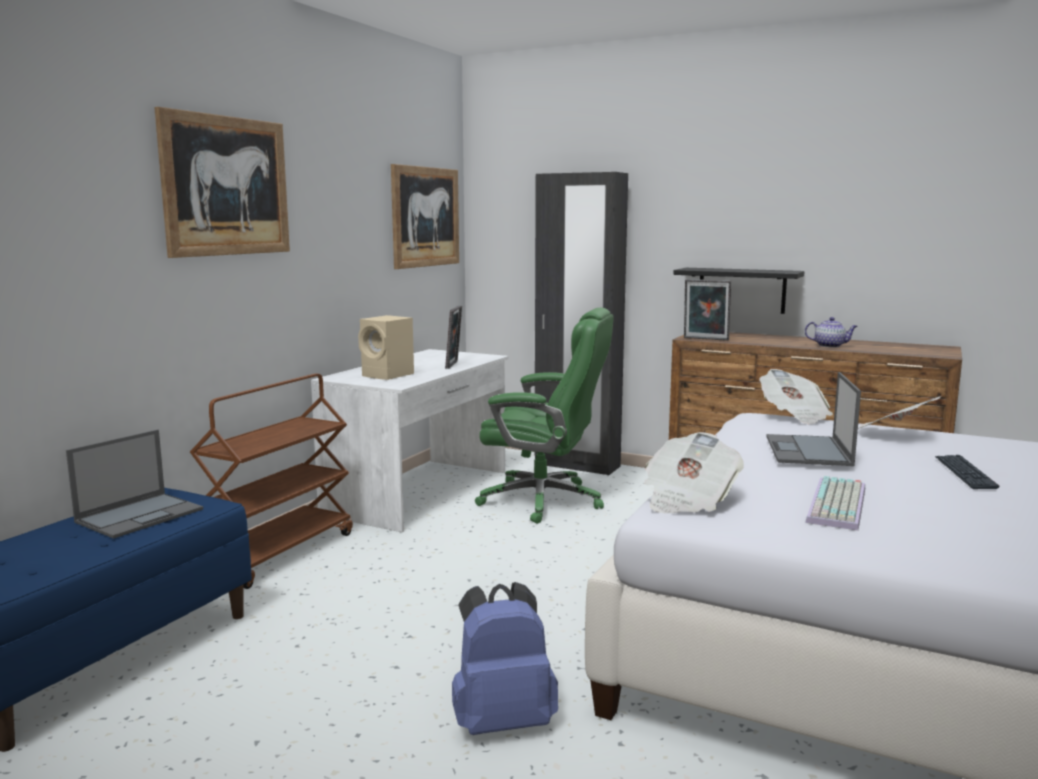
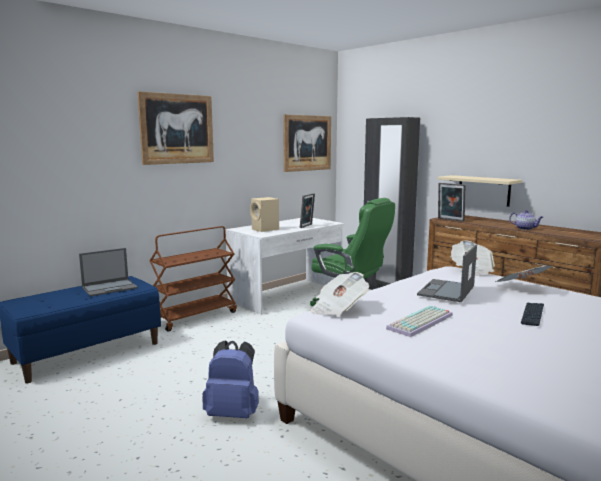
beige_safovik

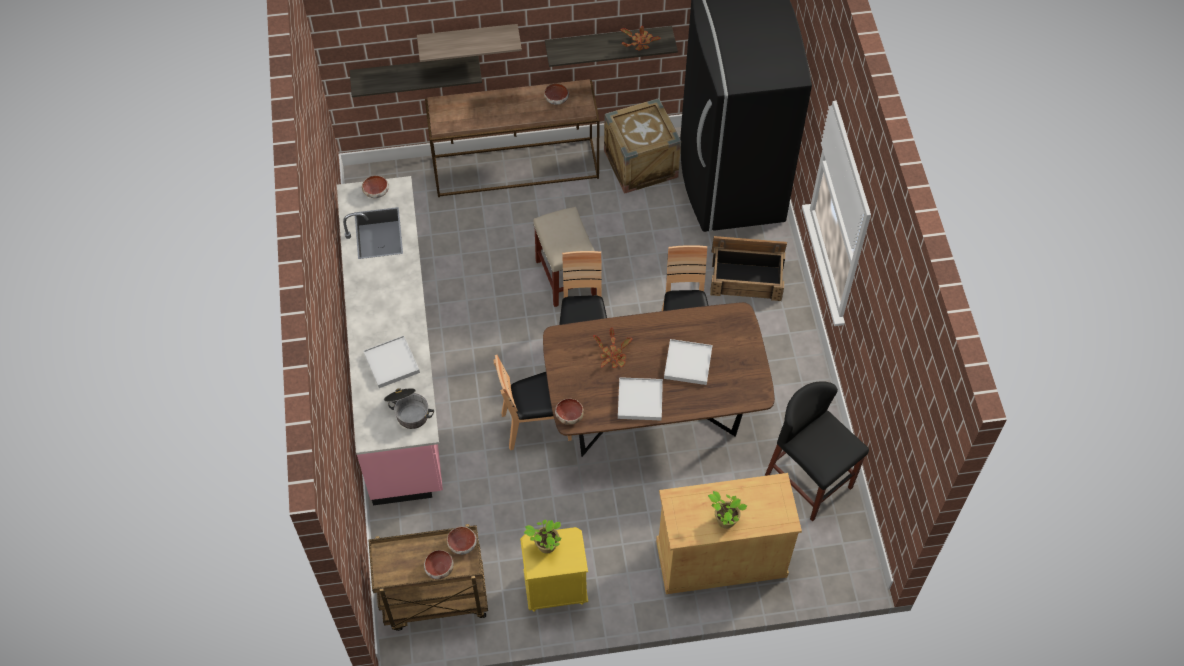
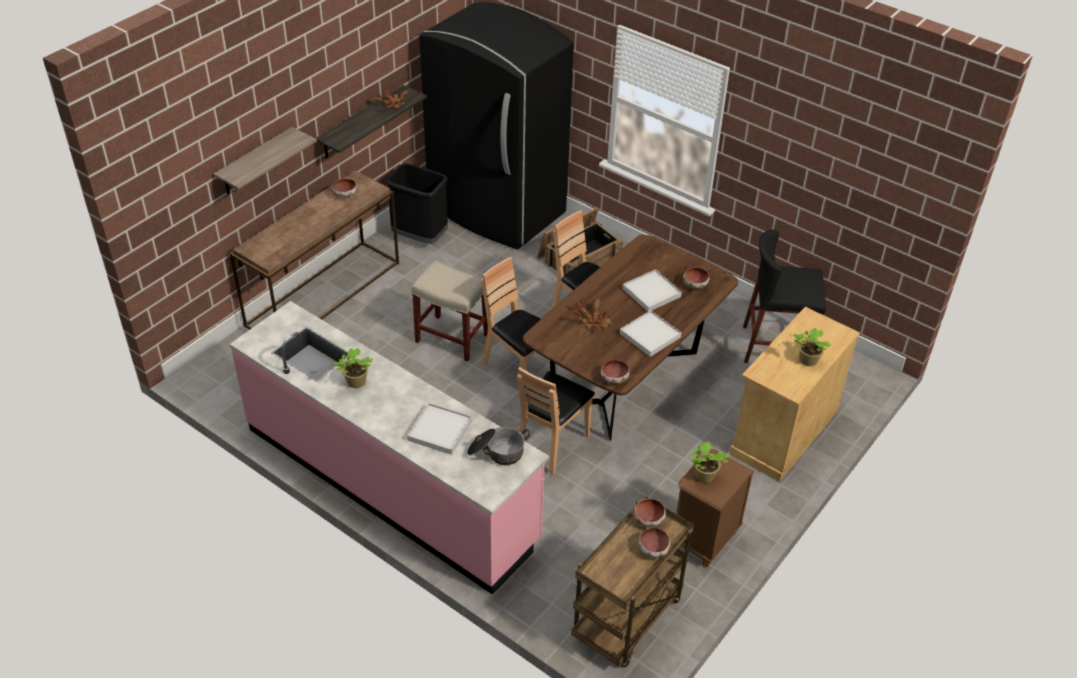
safovik (1st from left in the first image); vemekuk (5th from left); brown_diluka; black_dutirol; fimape (1st from left)

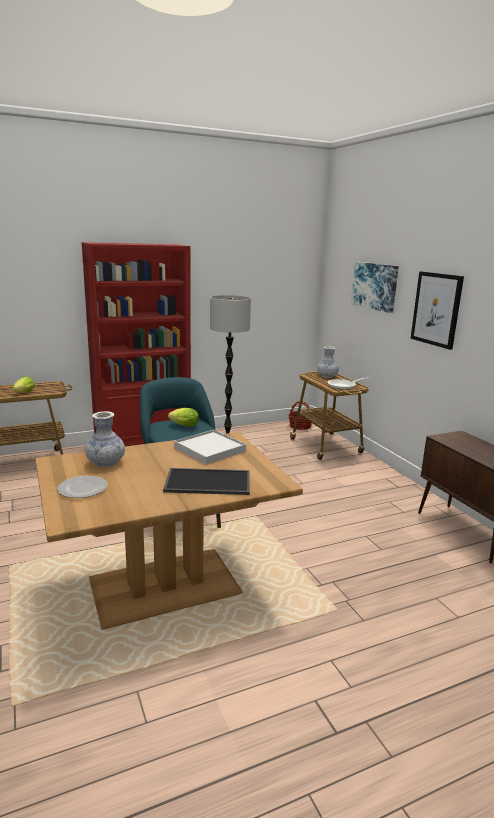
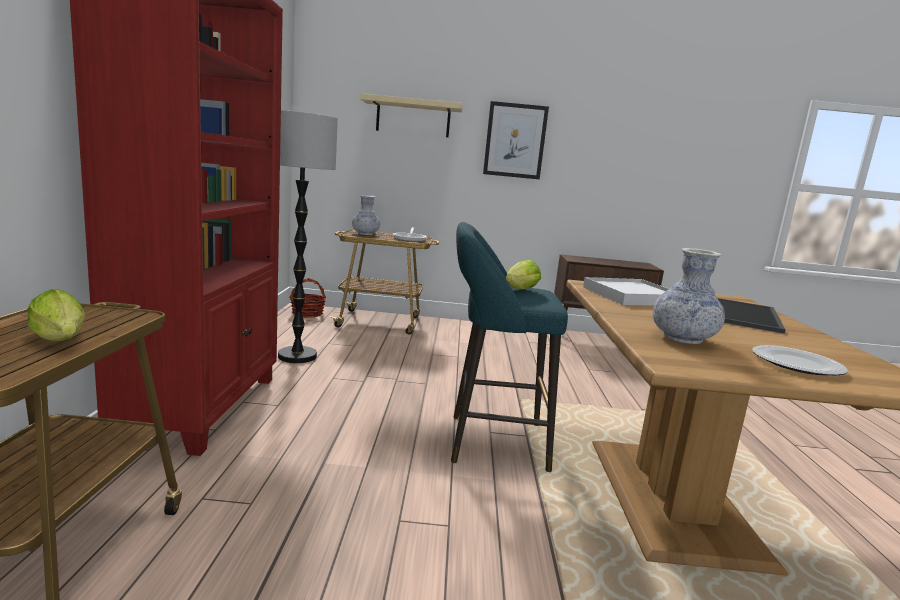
beige_safovik

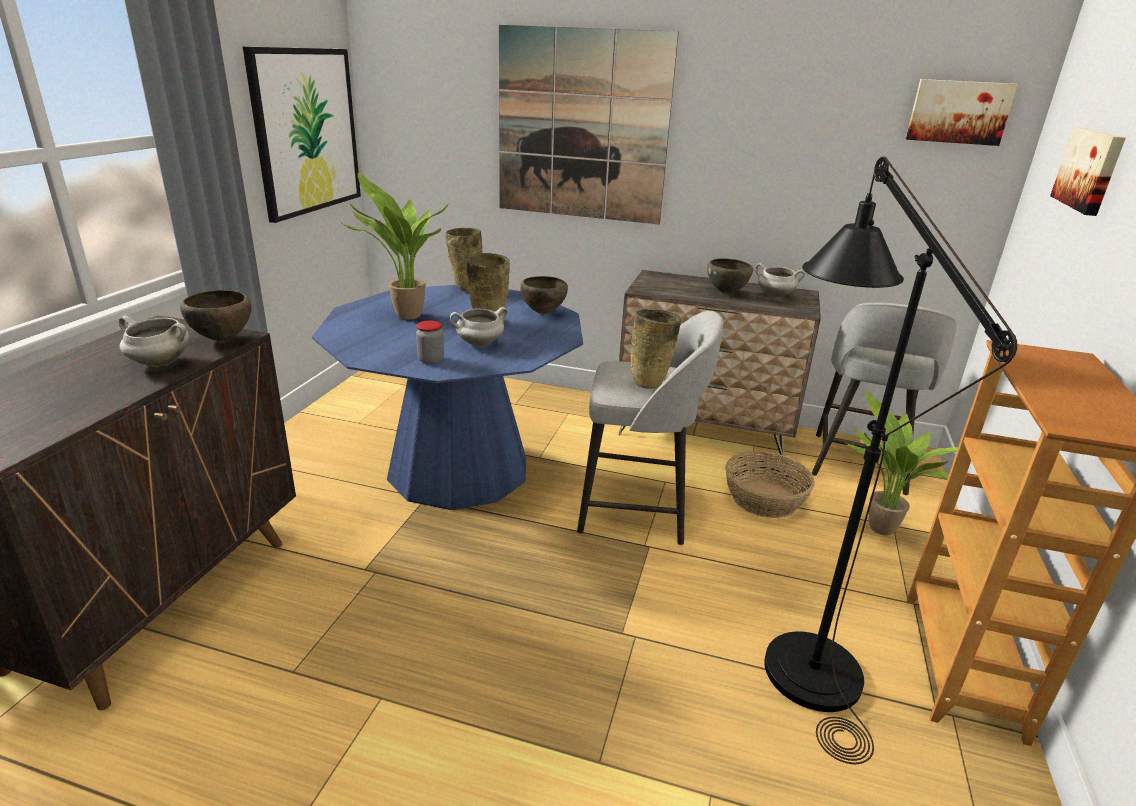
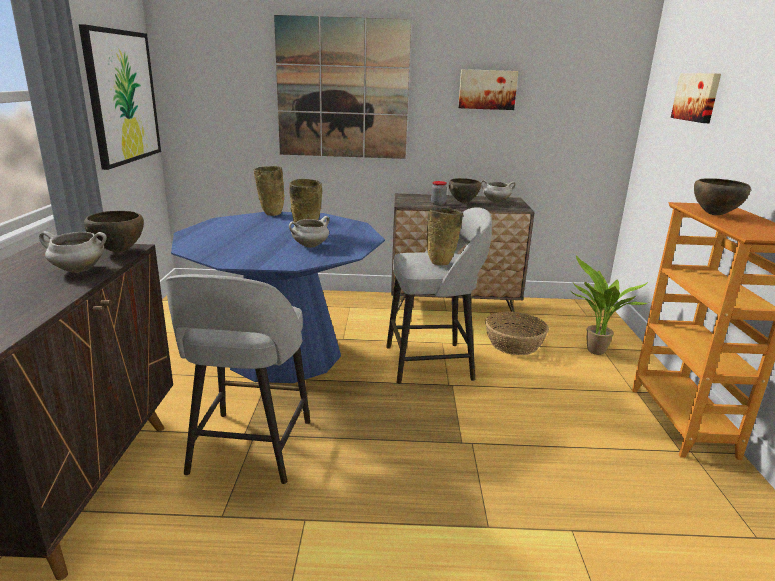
fimape (1st from left in the first image); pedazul; brown_vemekuk (3rd from left); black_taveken; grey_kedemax (1st from left); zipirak (3rd from left)

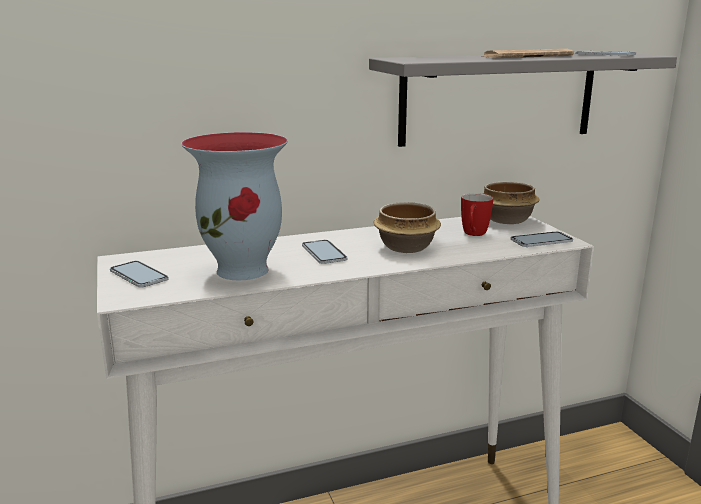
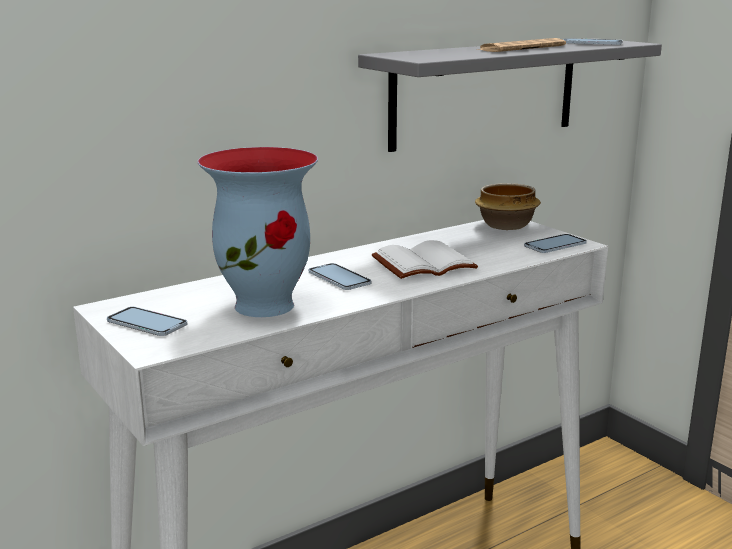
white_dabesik; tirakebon

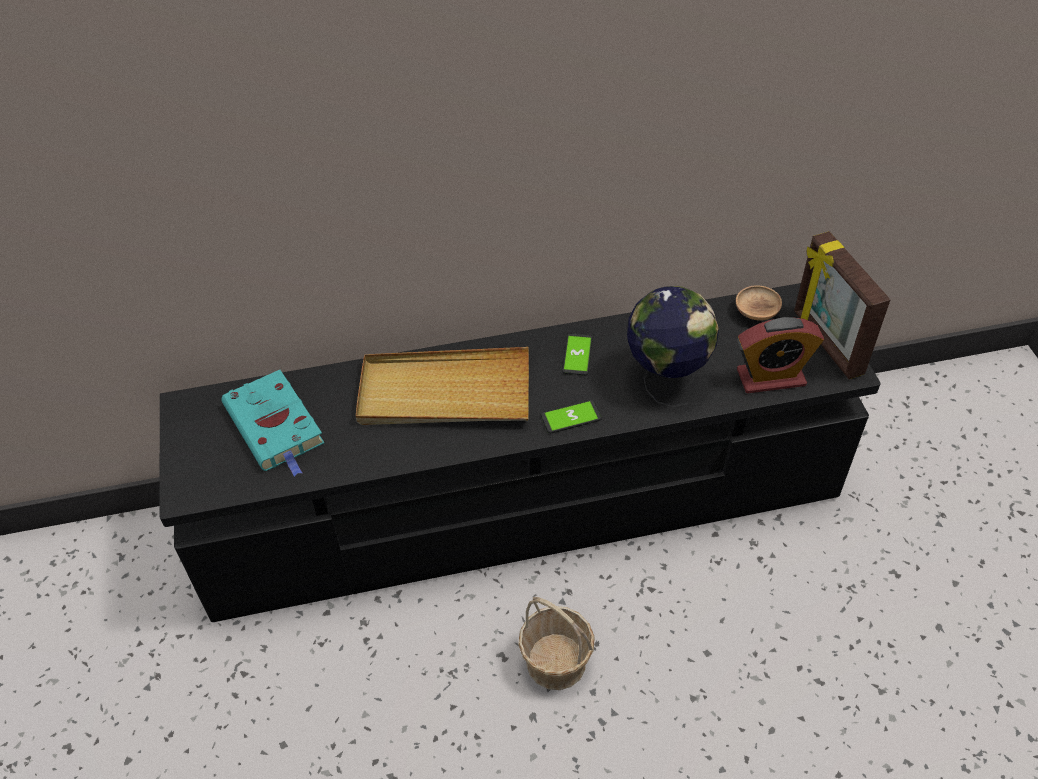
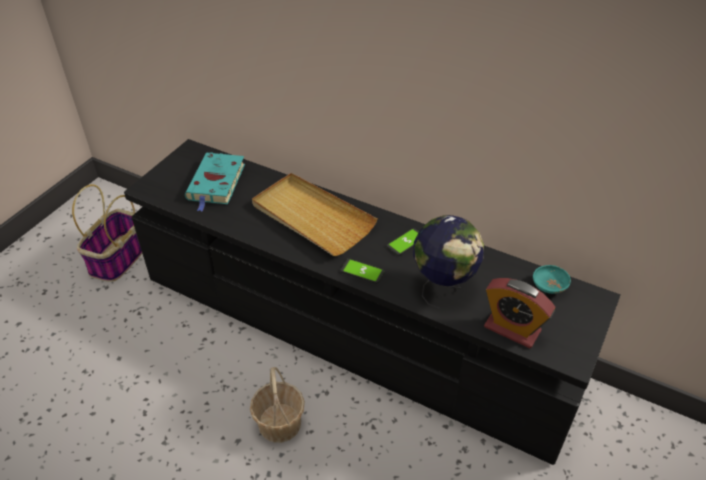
turquoise_vemekuk; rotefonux; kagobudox (1st from left)

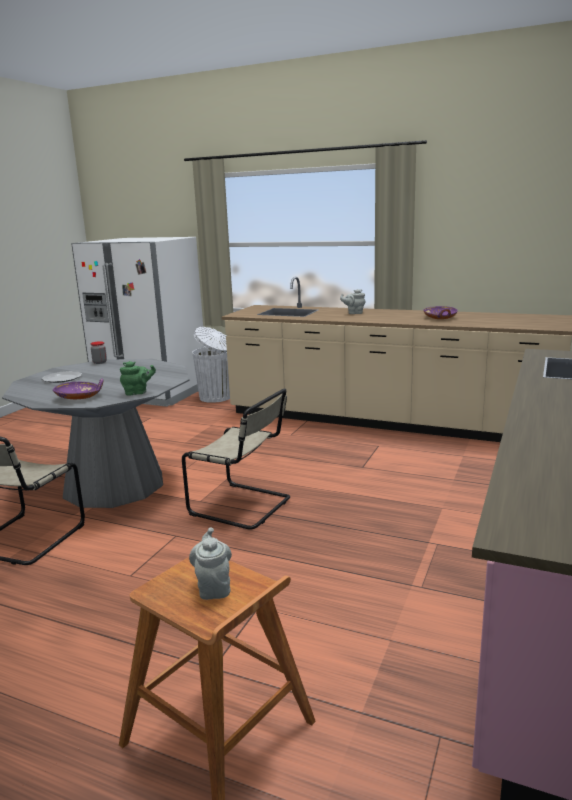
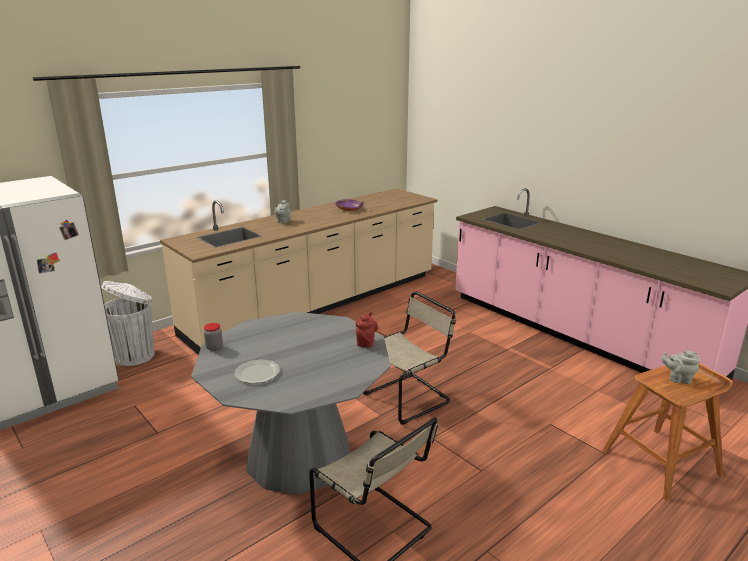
purple_vemekuk (1st from left in the first image); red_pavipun

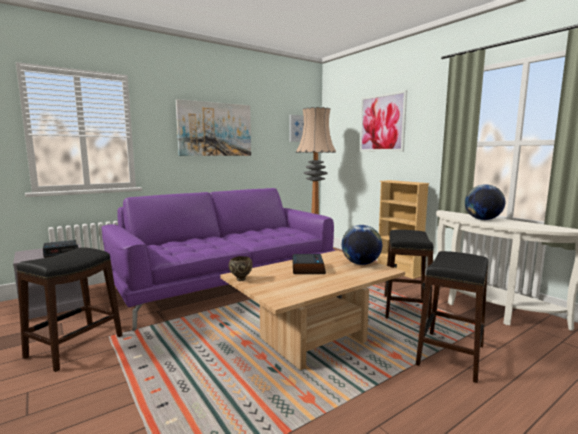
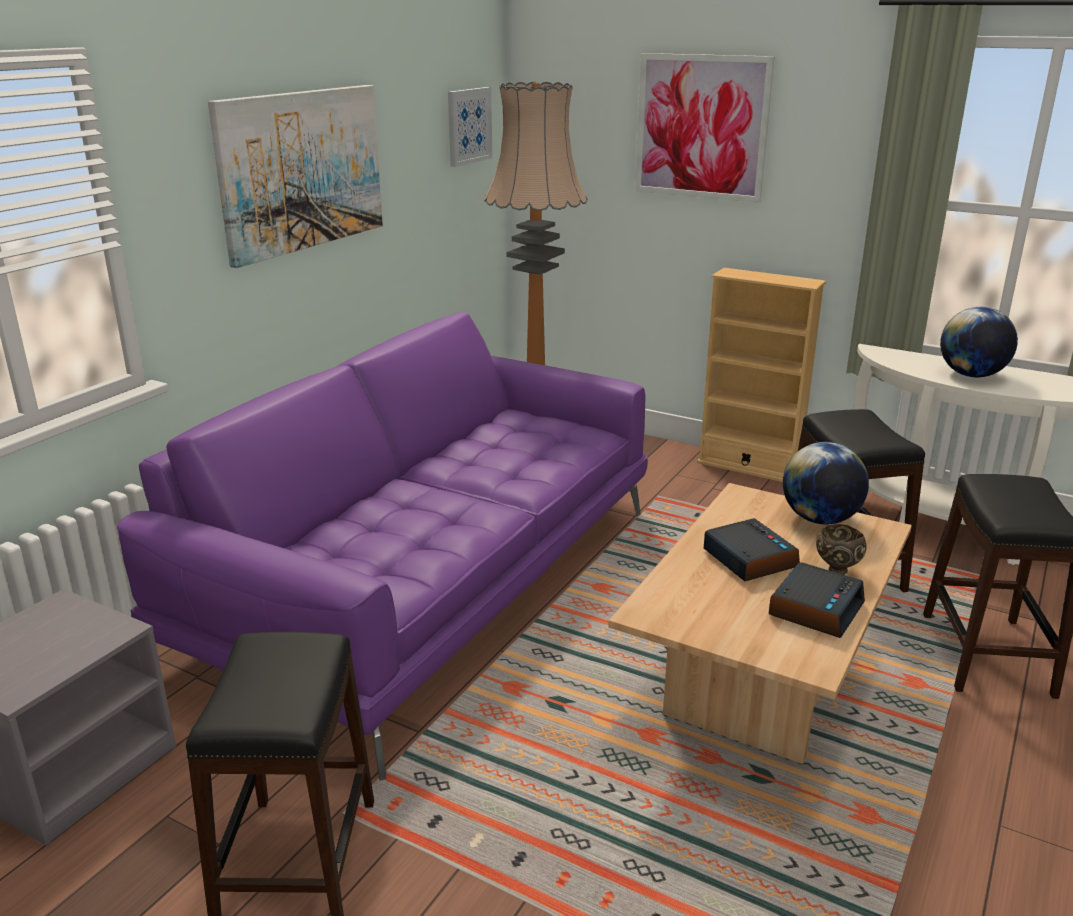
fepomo (2nd from left); brown_vemekuk

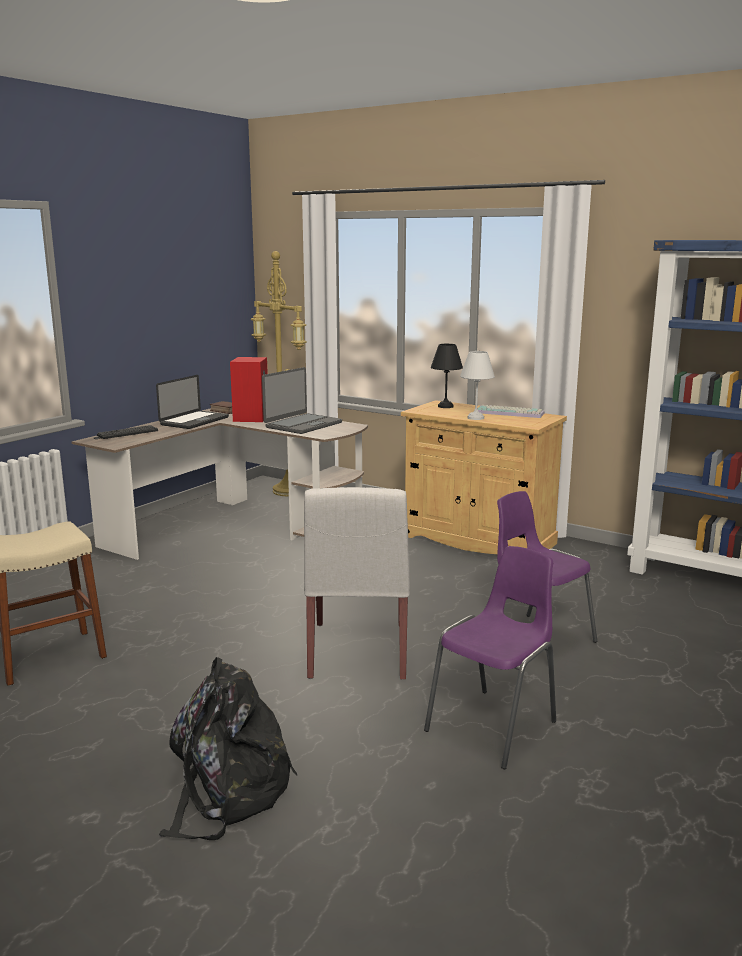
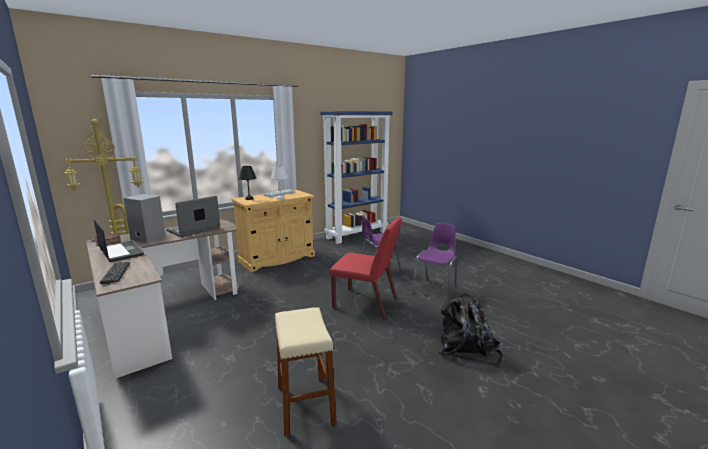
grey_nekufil; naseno (2nd from left); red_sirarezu; purple_sirarezu (2nd from left)

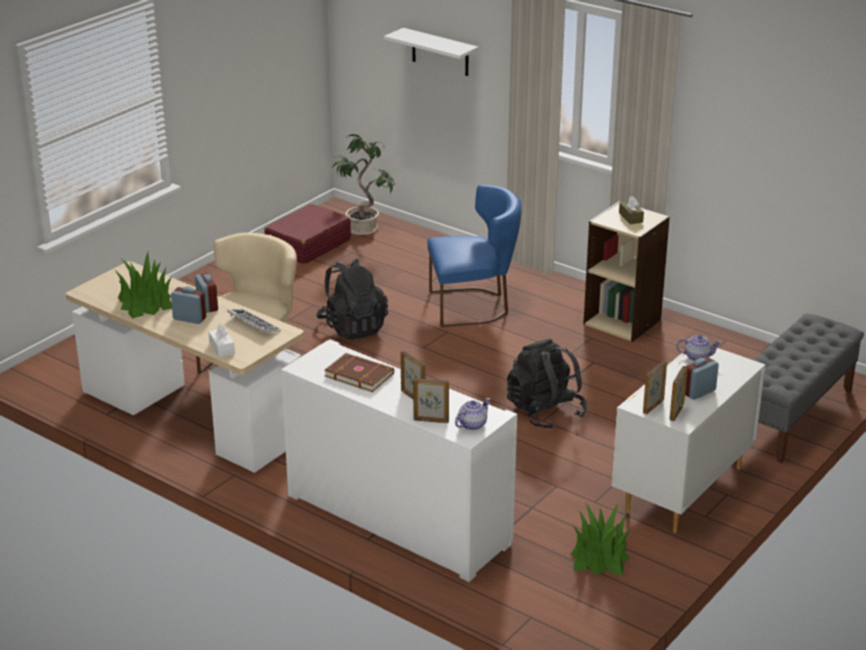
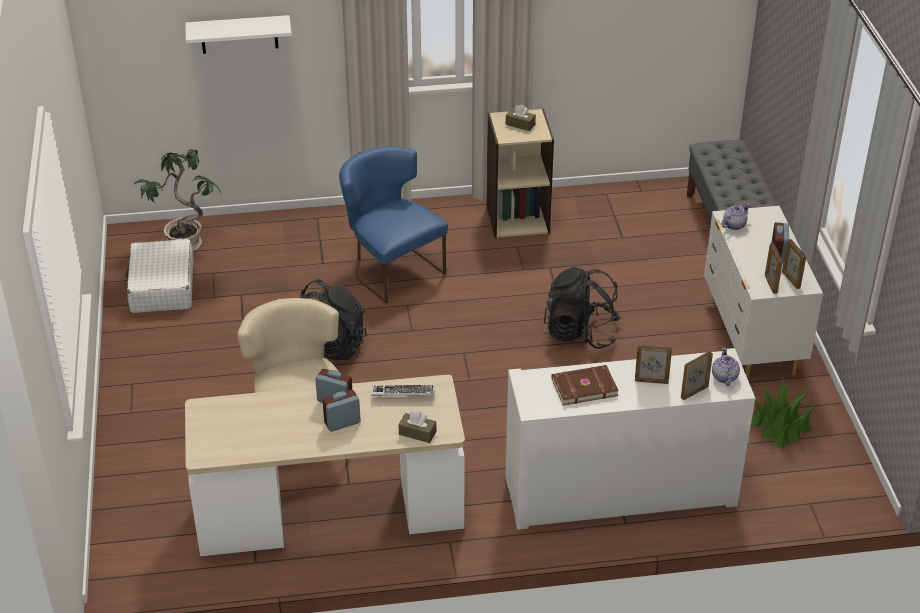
fimape (1st from left in the first image); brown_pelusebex (1st from left); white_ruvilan; blue_sirarezu

